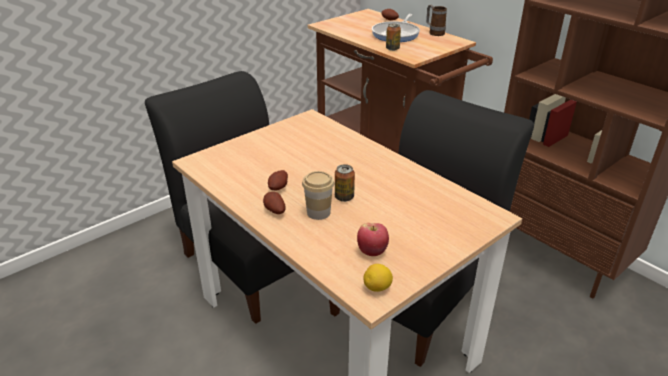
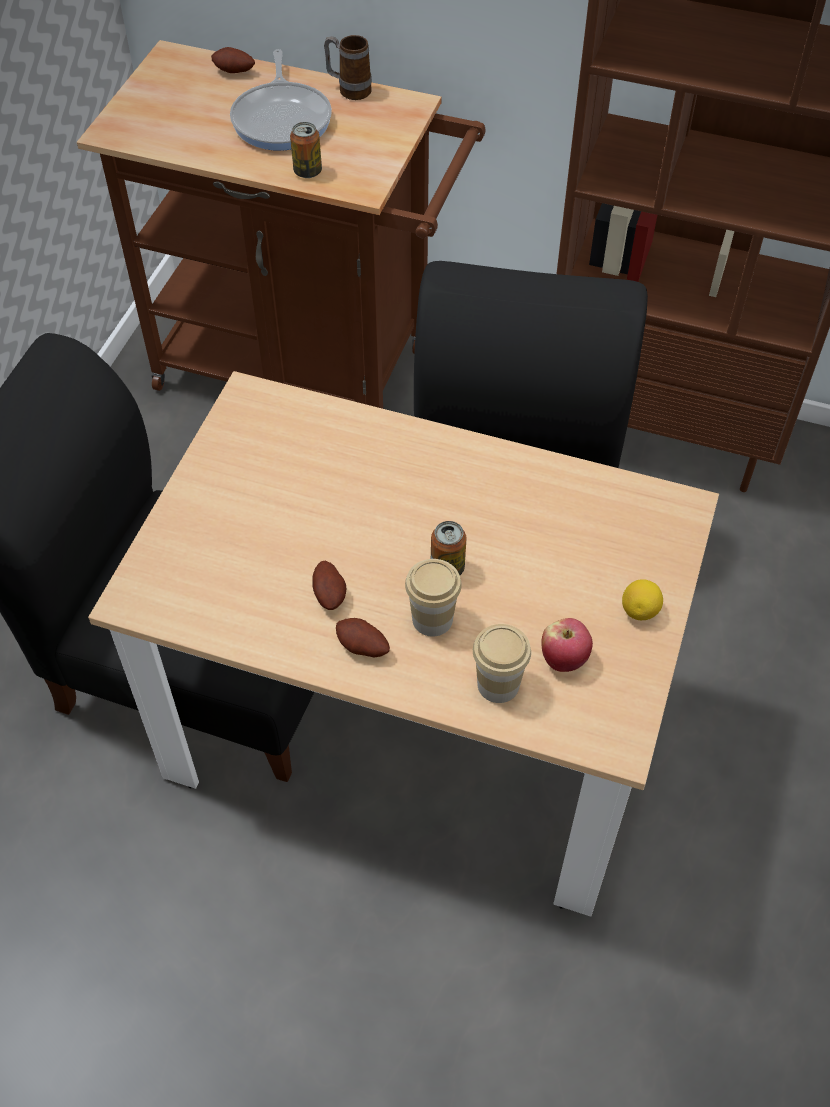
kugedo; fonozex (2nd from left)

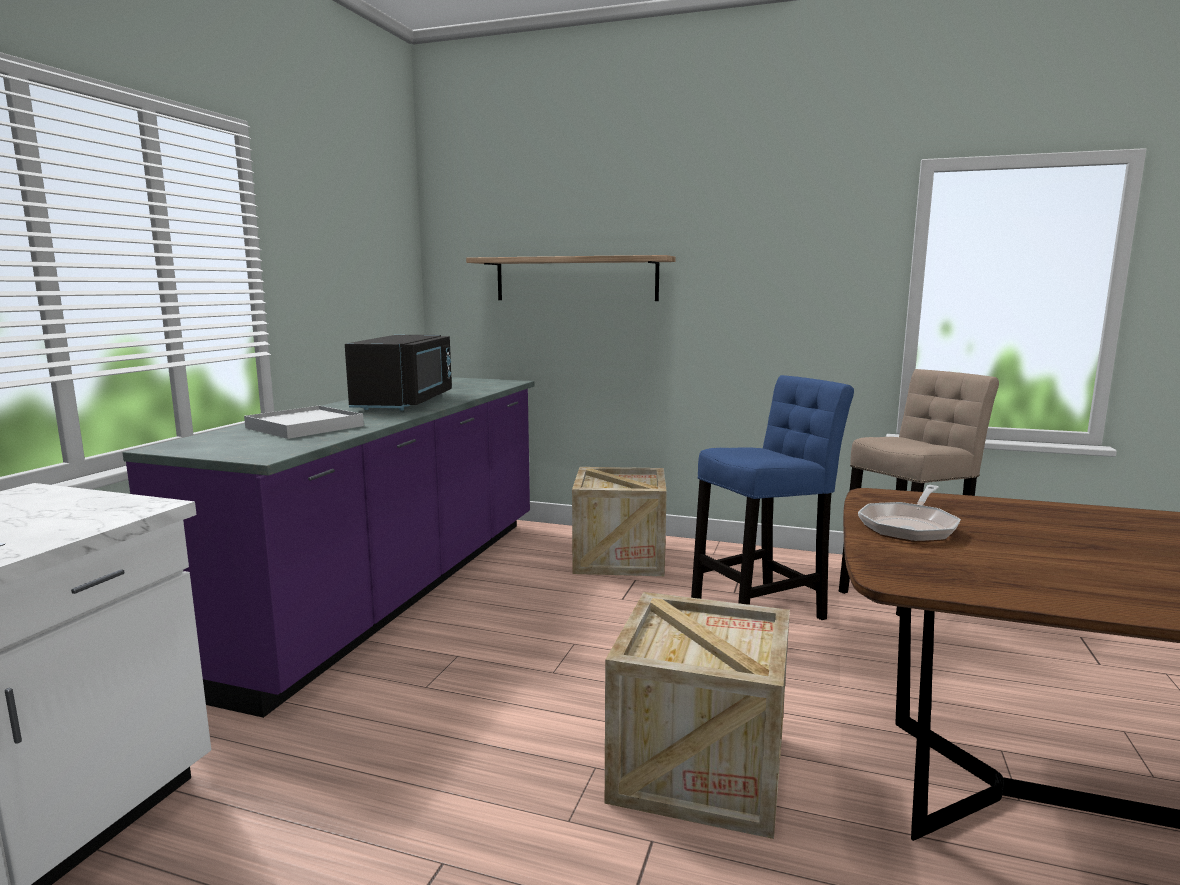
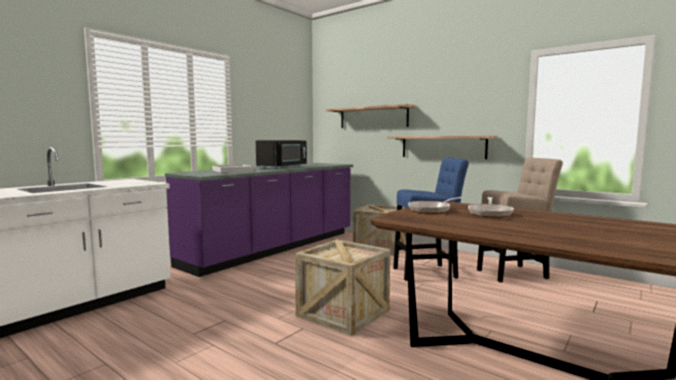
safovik (2nd from left); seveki (2nd from left)

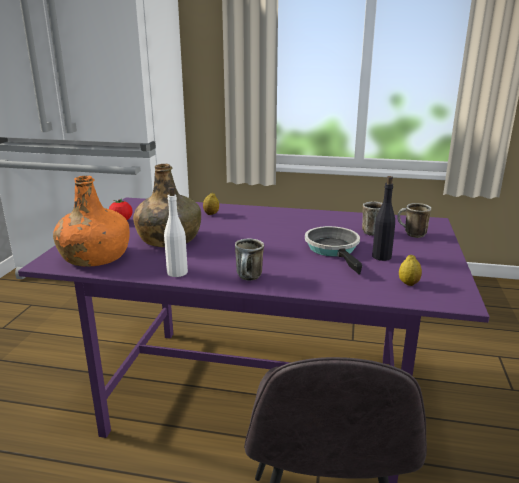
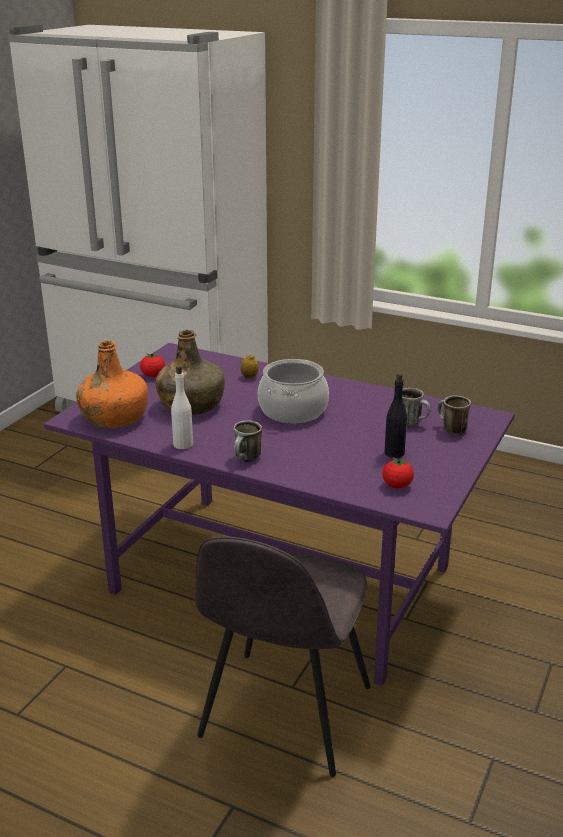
seveki; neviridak (2nd from left); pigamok

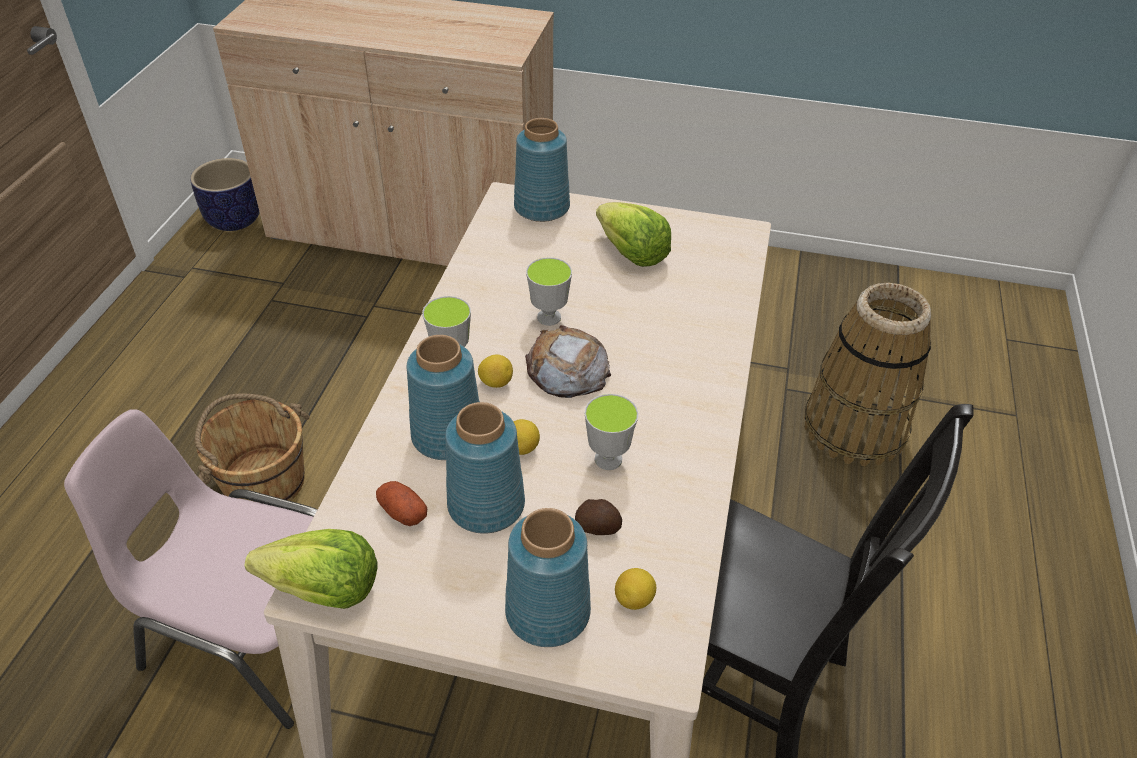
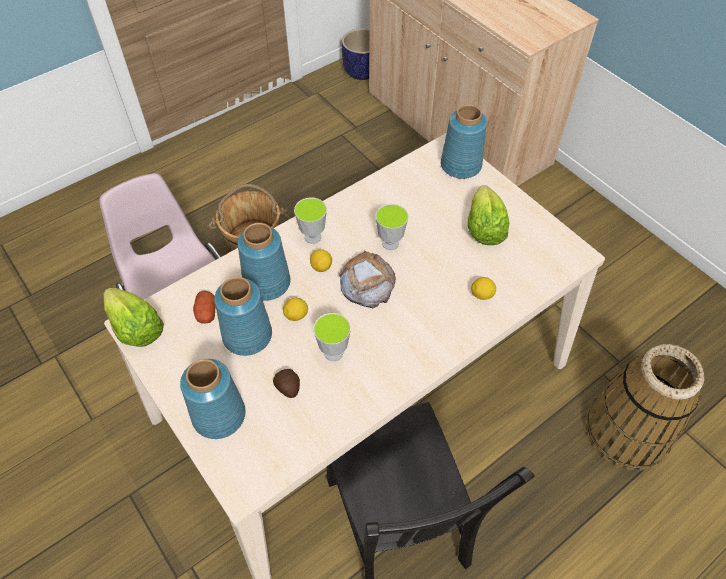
kugedo (3rd from left)

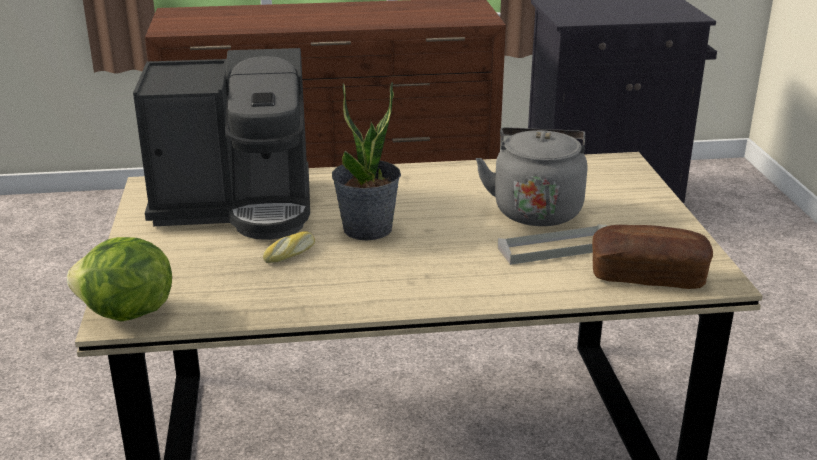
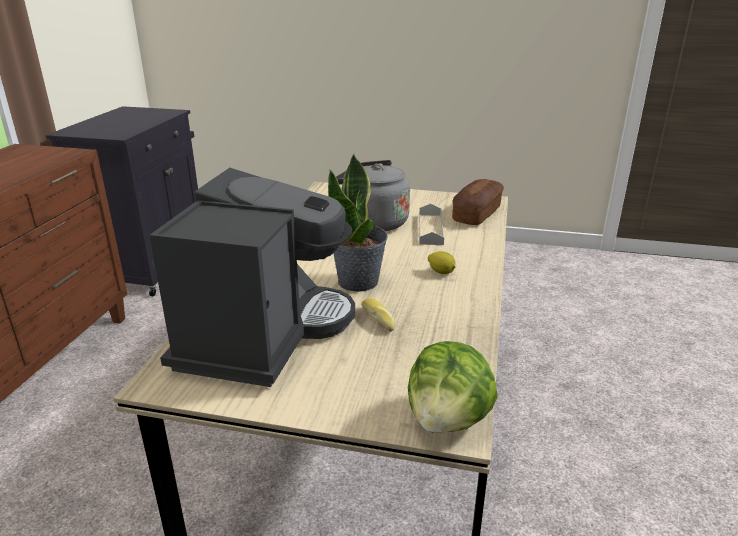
kugedo

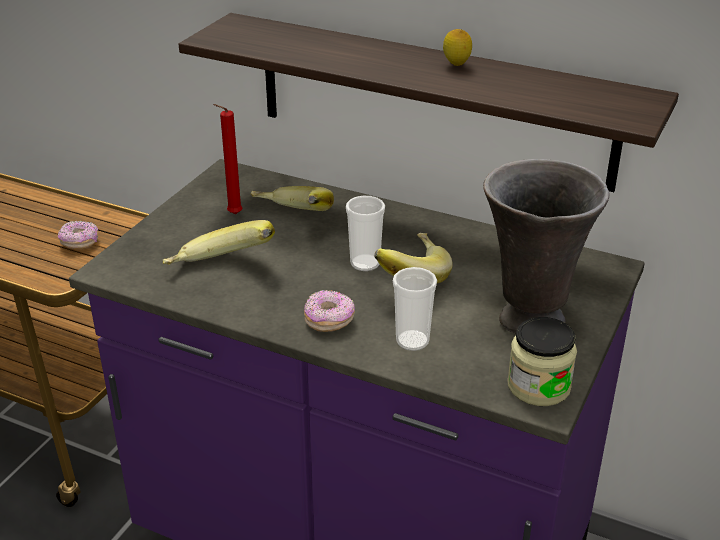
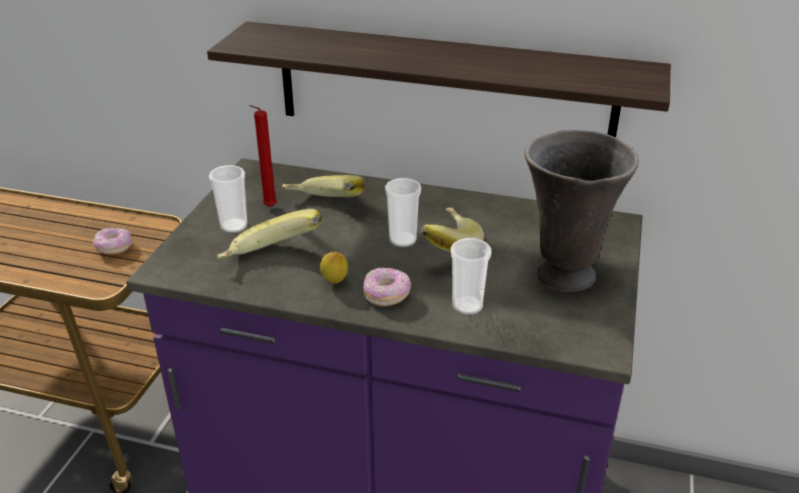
kugedo; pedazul; fonozex (1st from left)

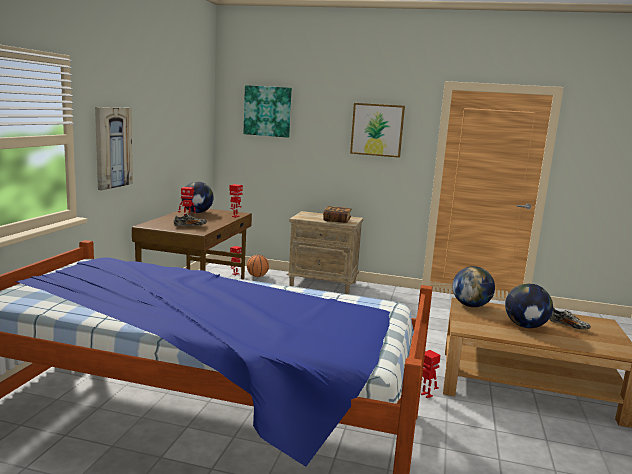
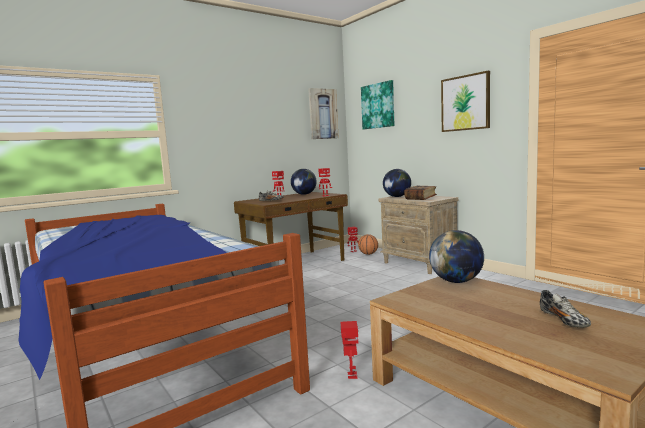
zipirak (1st from left); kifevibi (2nd from left)

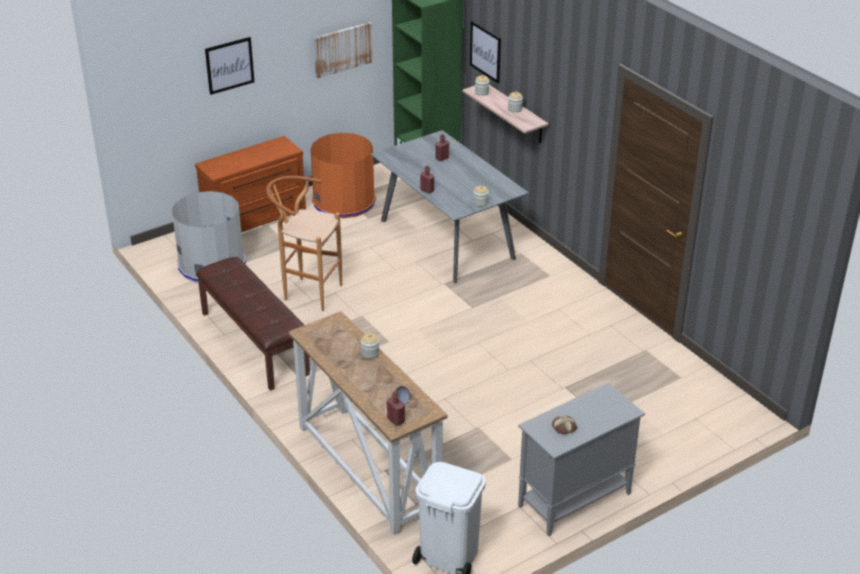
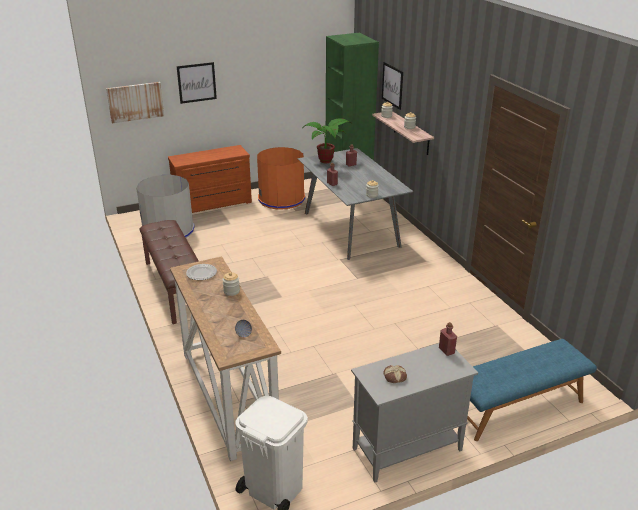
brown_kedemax; zipirak (1st from left); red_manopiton (3rd from left); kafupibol; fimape; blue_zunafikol

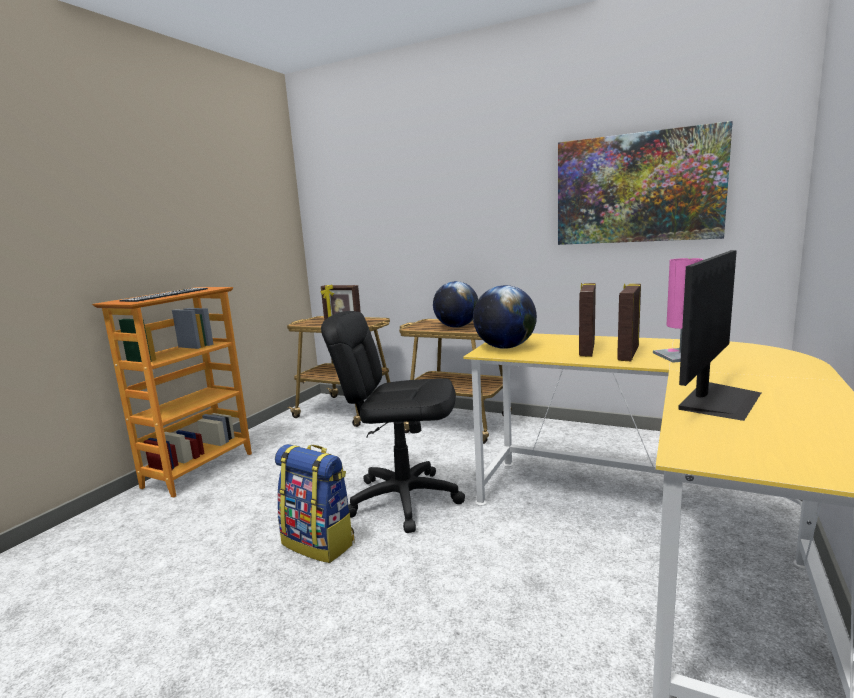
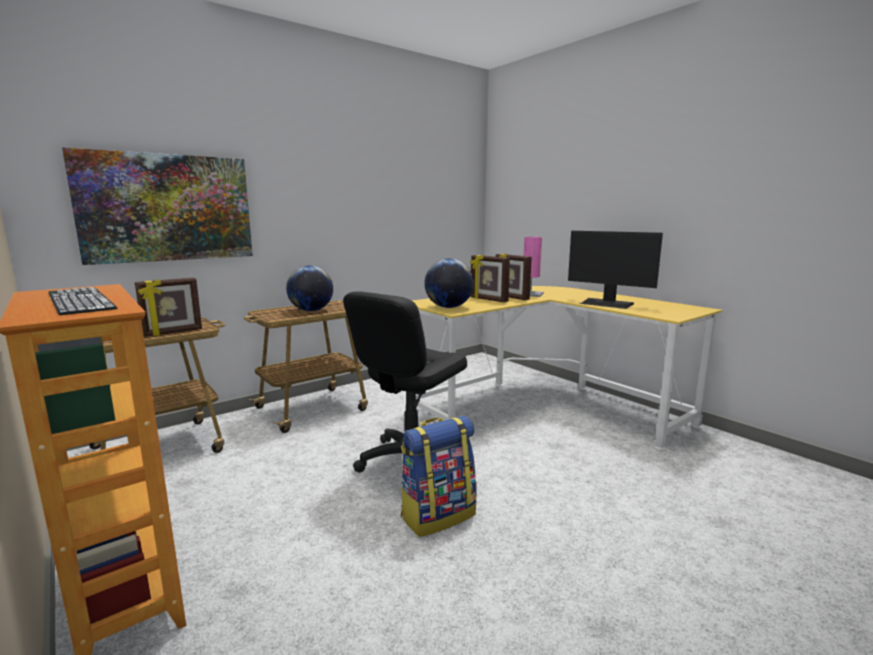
zipirak; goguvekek

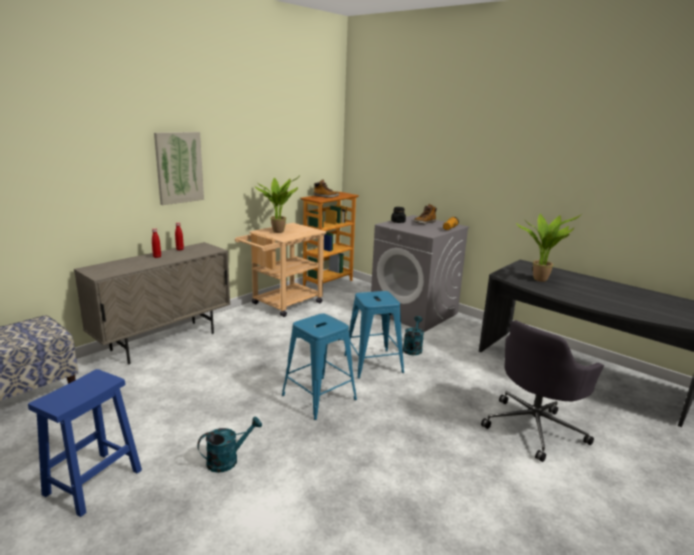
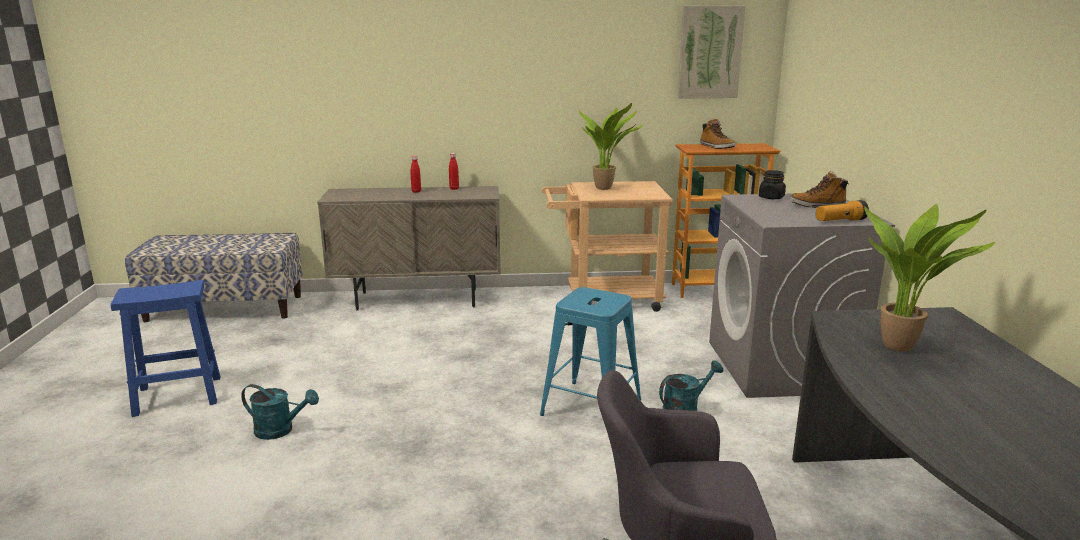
zipirak; blue_kedemax (2nd from left in the first image)

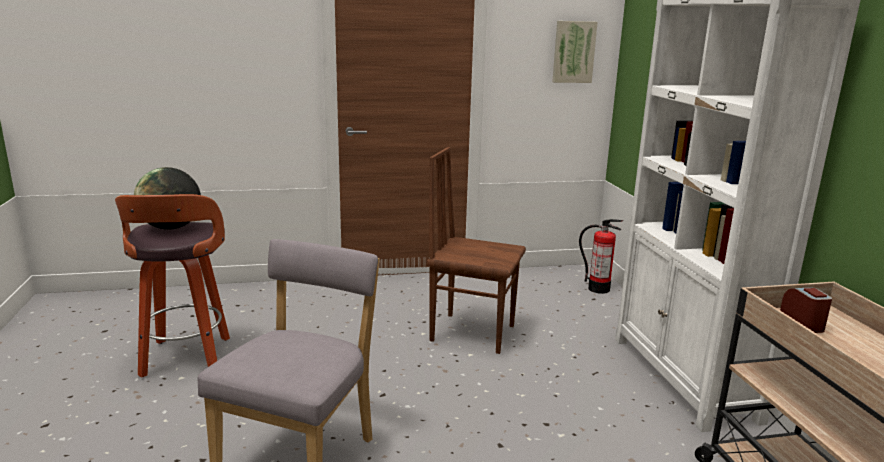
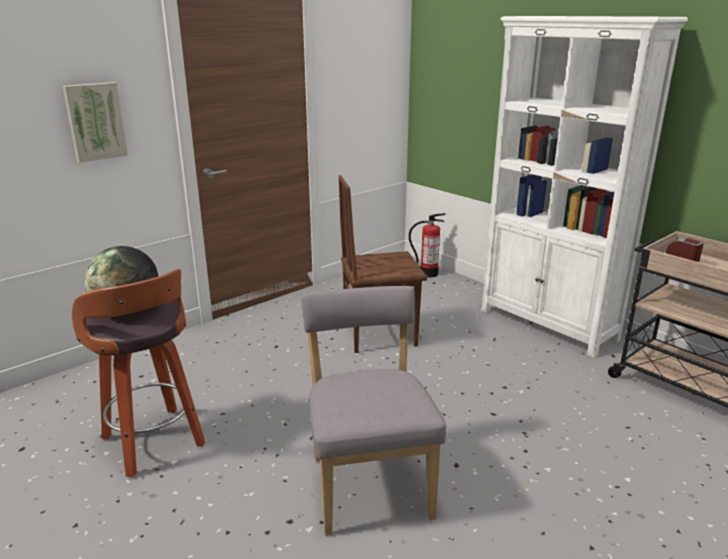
zipirak

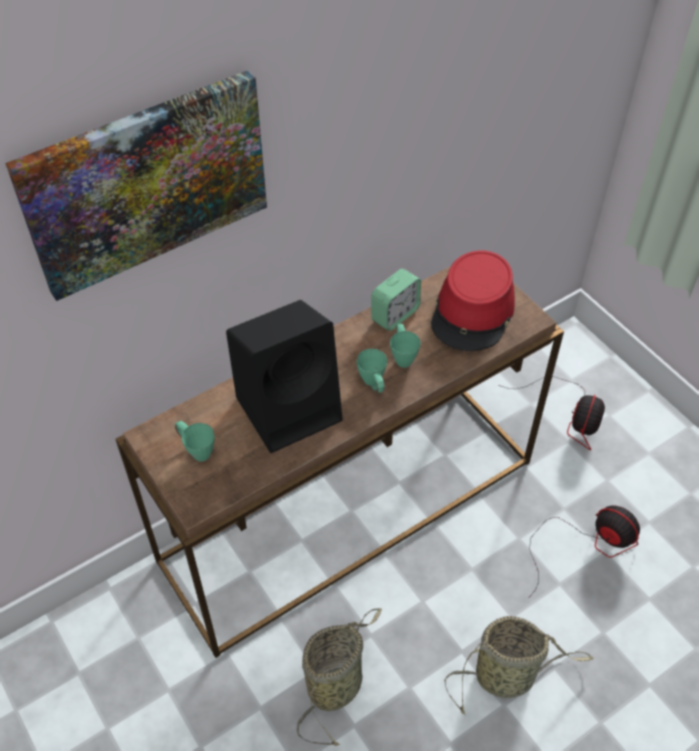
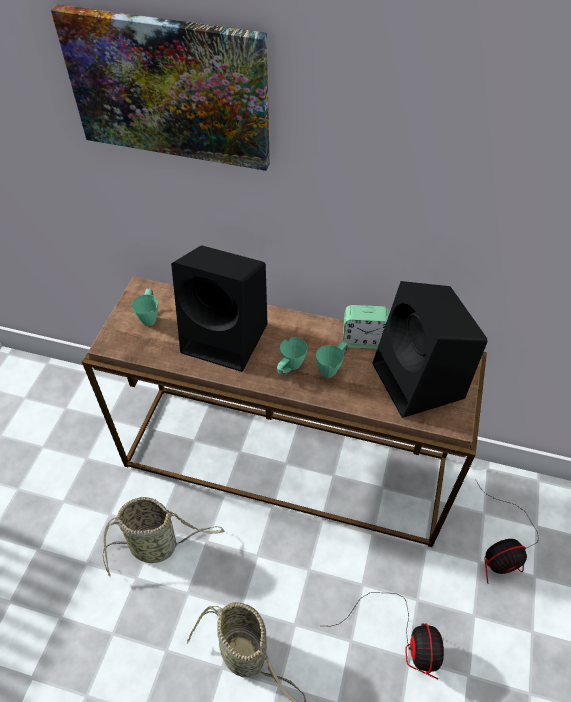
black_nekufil (2nd from left)

